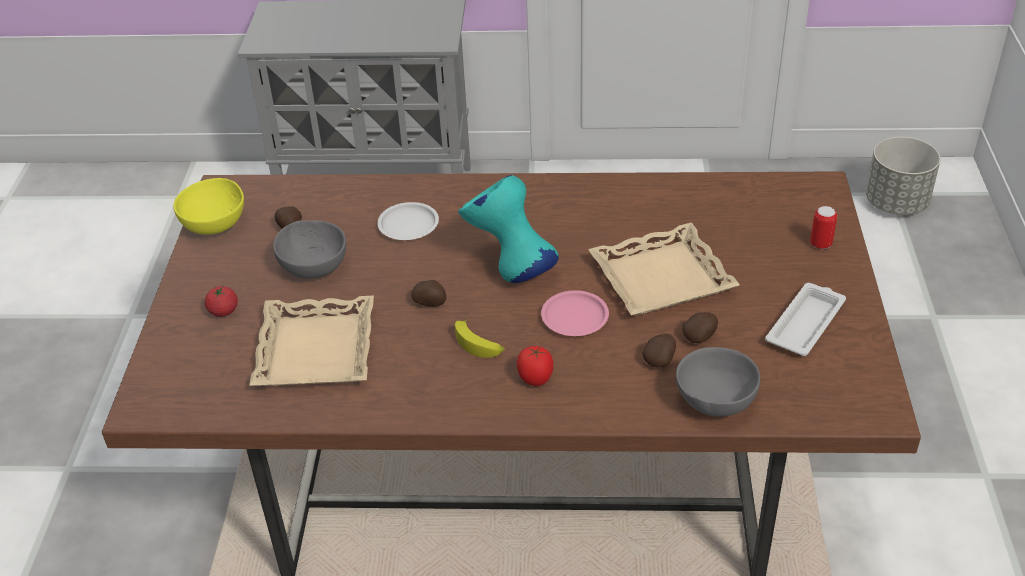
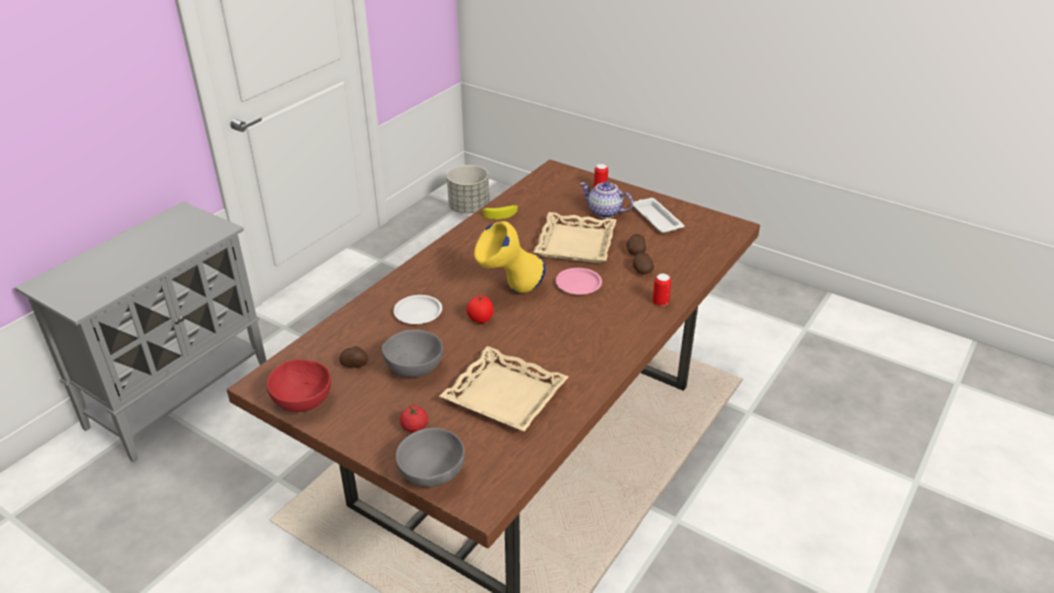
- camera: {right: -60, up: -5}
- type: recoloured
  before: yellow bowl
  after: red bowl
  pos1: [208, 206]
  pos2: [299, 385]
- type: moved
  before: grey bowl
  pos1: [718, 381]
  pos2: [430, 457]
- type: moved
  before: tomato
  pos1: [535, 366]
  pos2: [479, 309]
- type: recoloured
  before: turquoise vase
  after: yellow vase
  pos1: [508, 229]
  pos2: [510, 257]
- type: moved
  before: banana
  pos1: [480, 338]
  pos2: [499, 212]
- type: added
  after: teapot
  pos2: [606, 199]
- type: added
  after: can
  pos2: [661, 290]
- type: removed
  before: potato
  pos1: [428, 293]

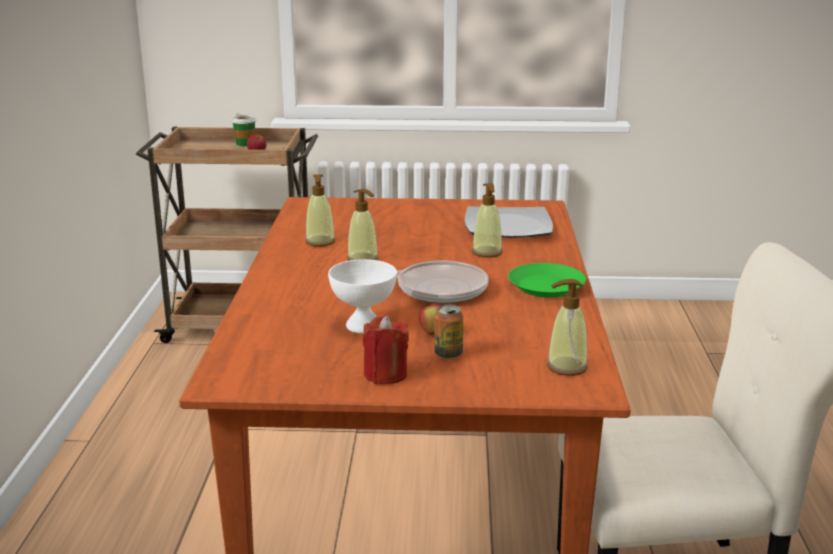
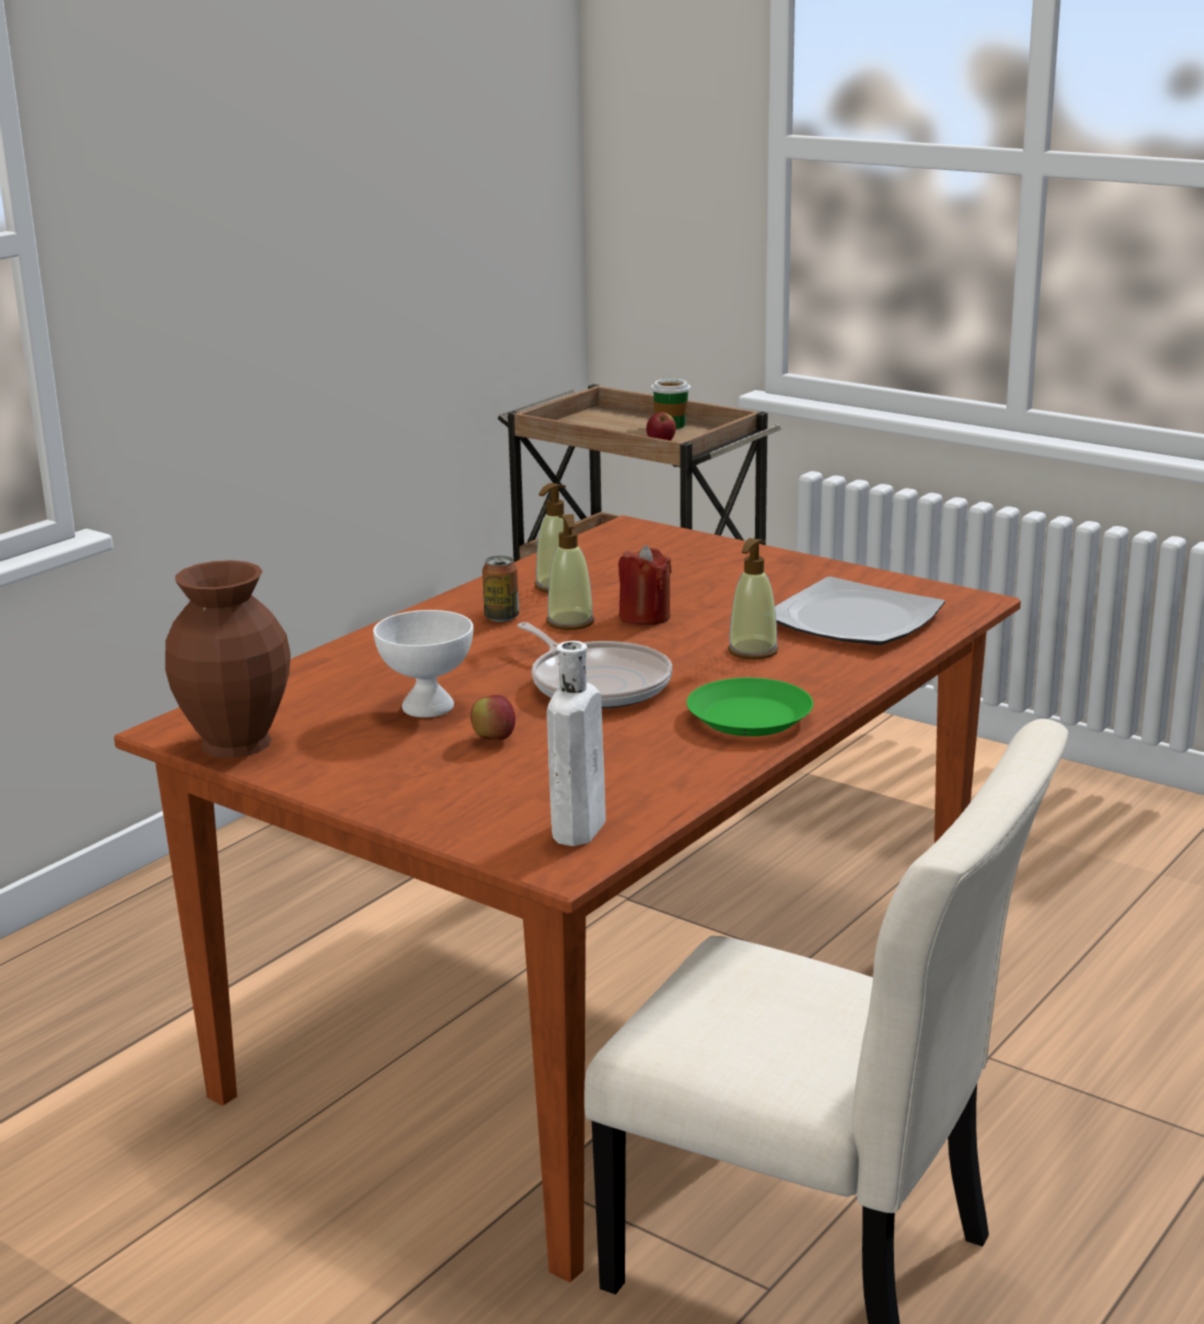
- camera: {right: 35, up: 0}
- type: added
  after: brown vase
  pos2: [228, 659]
- type: moved
  before: can
  pos1: [448, 332]
  pos2: [500, 589]
- type: replaced
  before: soap dispenser
  after: white bottle
  pos1: [567, 327]
  pos2: [576, 743]
- type: moved
  before: red candle
  pos1: [386, 350]
  pos2: [644, 585]

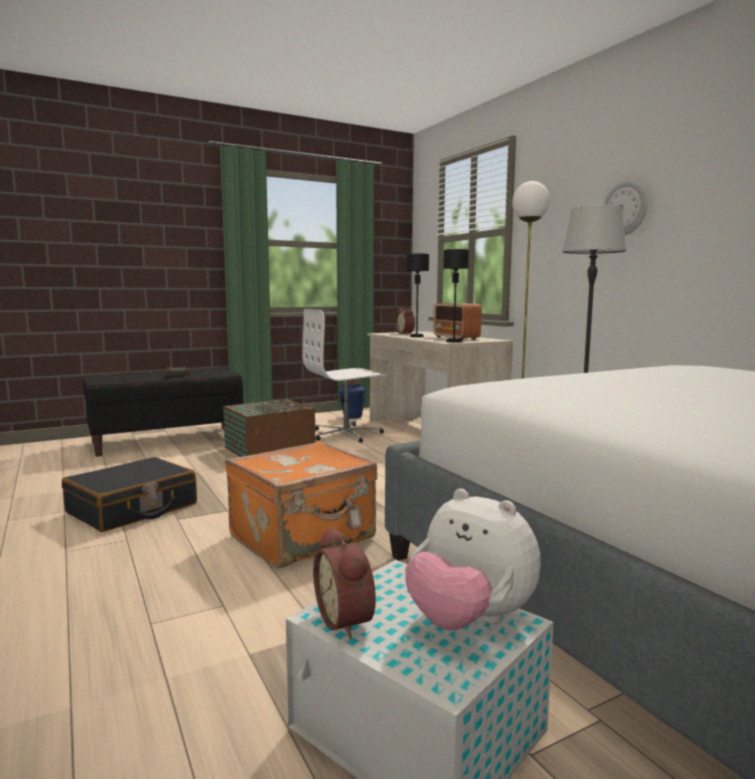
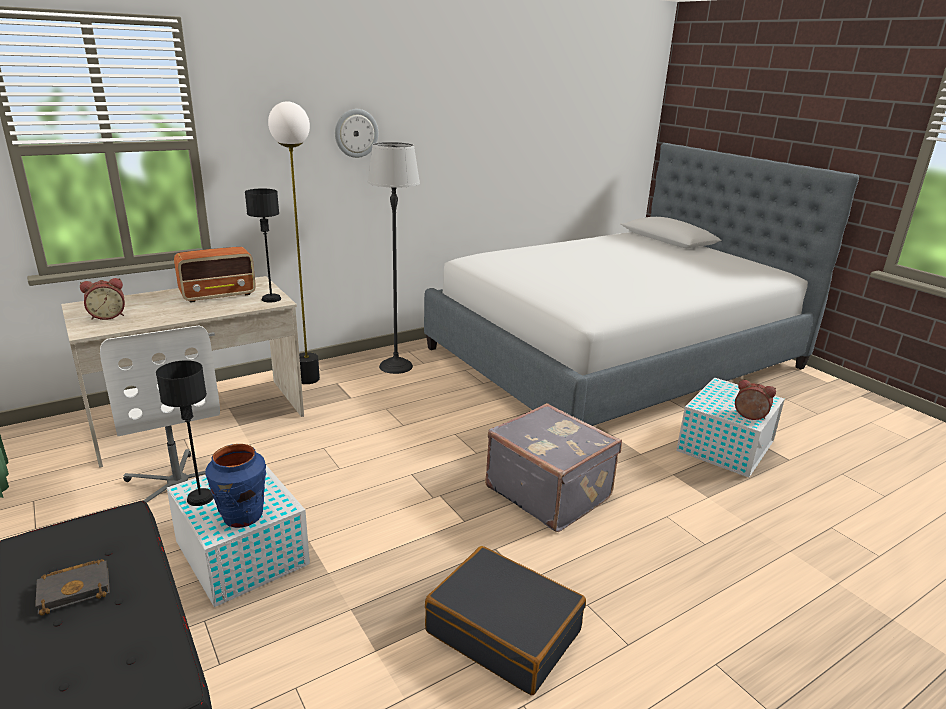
- camera: {right: -95, up: 15}
- type: moved
  before: black table lamp
  pos1: [418, 295]
  pos2: [185, 433]
- type: recoloured
  before: brown storage box
  after: white storage box
  pos1: [269, 428]
  pos2: [238, 536]
- type: moved
  before: blue vase
  pos1: [352, 400]
  pos2: [235, 486]
- type: recoloured
  before: orange suitcase
  after: grey suitcase
  pos1: [301, 504]
  pos2: [553, 467]
- type: turned
  before: alarm clock
  pos1: [344, 583]
  pos2: [755, 399]
  turn: -120
- type: removed
  before: plush toy
  pos1: [473, 559]

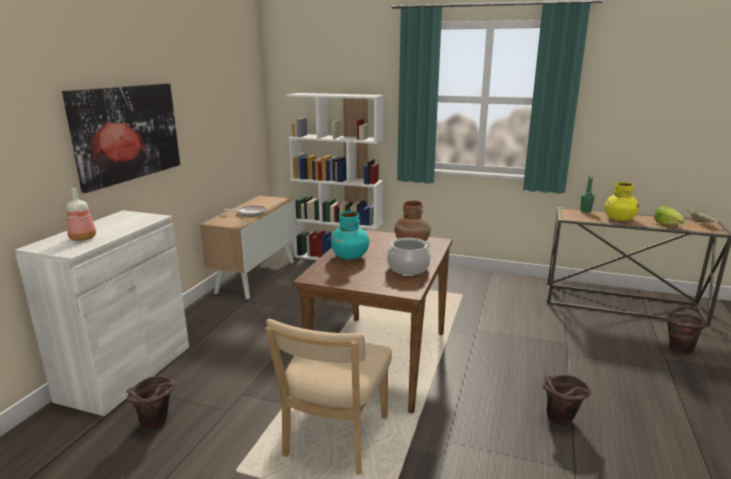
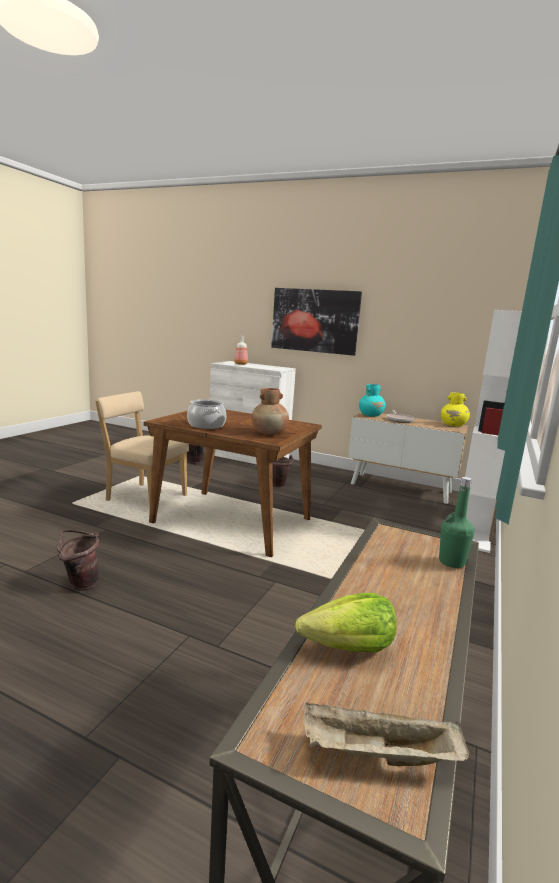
- camera: {right: 95, up: -5}
- type: moved
  before: brown bucket
  pos1: [686, 331]
  pos2: [283, 471]
- type: moved
  before: turquoise vase
  pos1: [350, 235]
  pos2: [372, 400]
- type: moved
  before: yellow vase
  pos1: [622, 201]
  pos2: [455, 410]

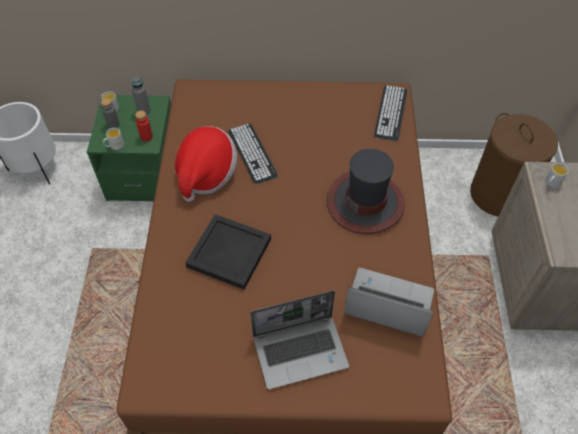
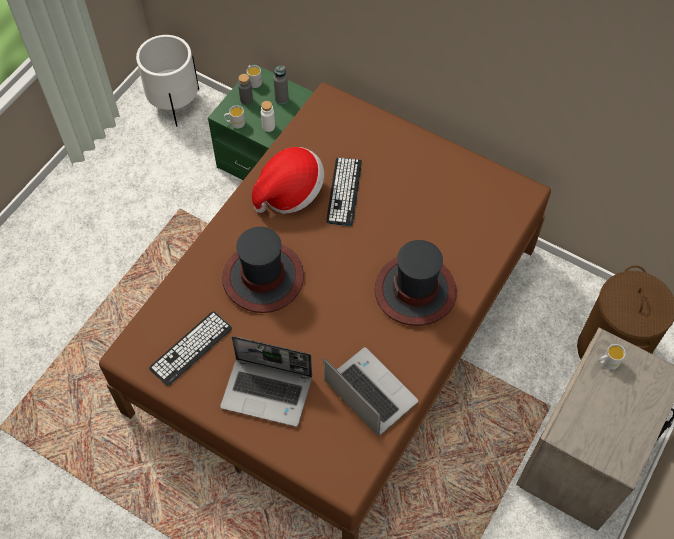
- camera: {right: 30, up: 5}
- type: moved
  before: keyboard
  pos1: [390, 113]
  pos2: [190, 348]
- type: replaced
  before: black tray
  after: hat
  pos1: [228, 252]
  pos2: [263, 270]
- type: recoloured
  before: red bottle
  after: white bottle
  pos1: [144, 126]
  pos2: [268, 116]

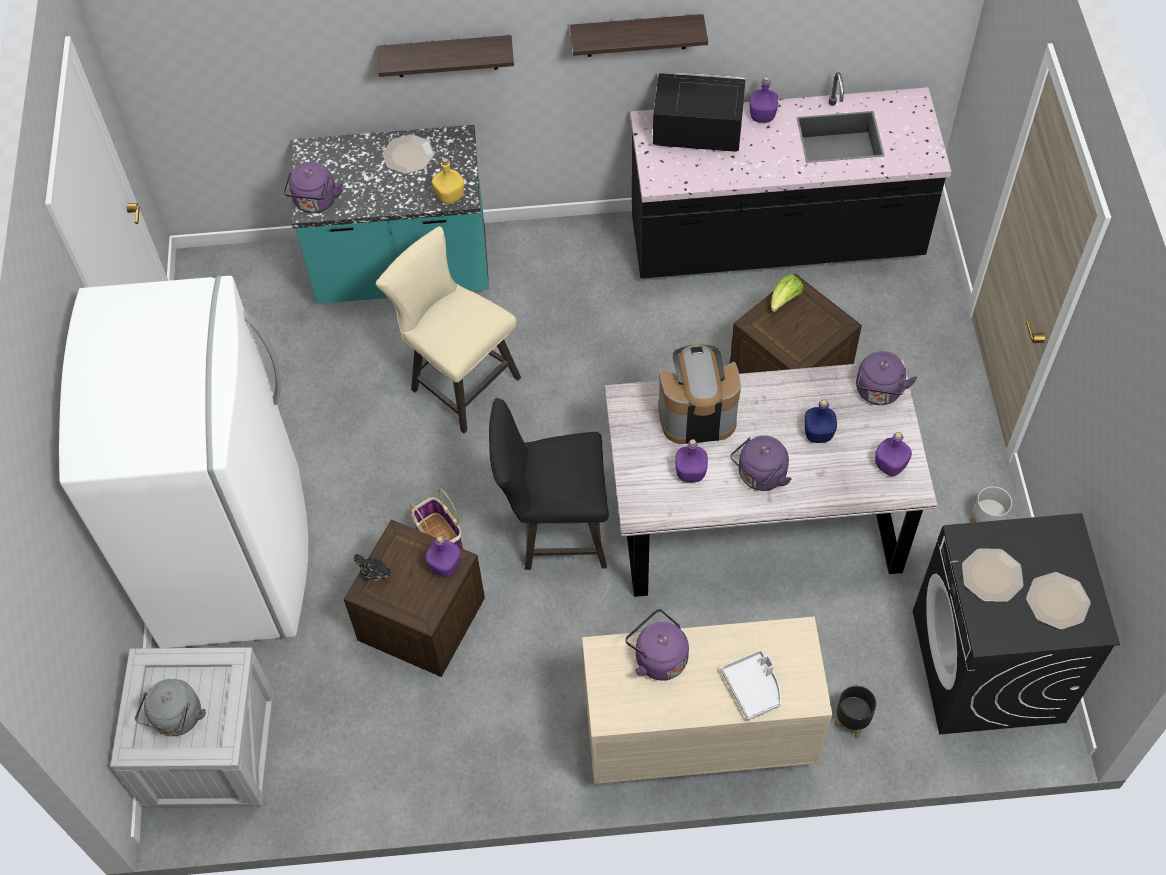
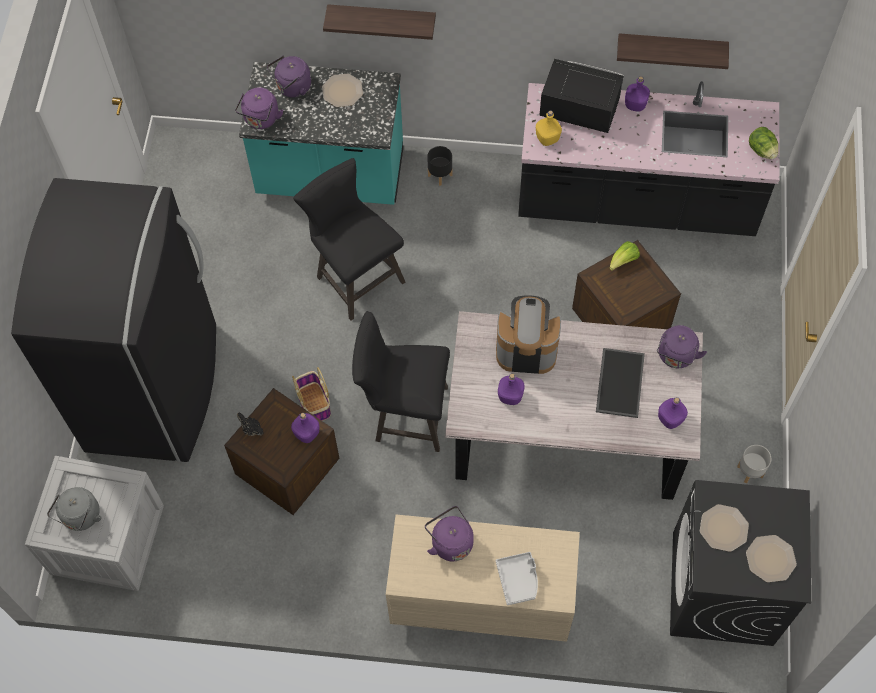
- camera: {right: 10, up: 5}
- type: recoloured
  before: white fridge
  after: black fridge
  pos1: [183, 462]
  pos2: [113, 320]
- type: moved
  before: purple kettle
  pos1: [761, 463]
  pos2: [289, 76]
- type: recoloured
  before: beige stool
  after: black stool
  pos1: [448, 329]
  pos2: [349, 239]
- type: moved
  before: black planter
  pos1: [855, 712]
  pos2: [439, 166]
- type: moved
  before: yellow bottle
  pos1: [448, 181]
  pos2: [549, 128]
- type: replaced
  before: blue bottle
  after: tray
  pos1: [820, 421]
  pos2: [620, 383]
- type: moved
  before: shelf
  pos1: [639, 35]
  pos2: [673, 51]
- type: added
  after: lettuce
  pos2: [763, 143]

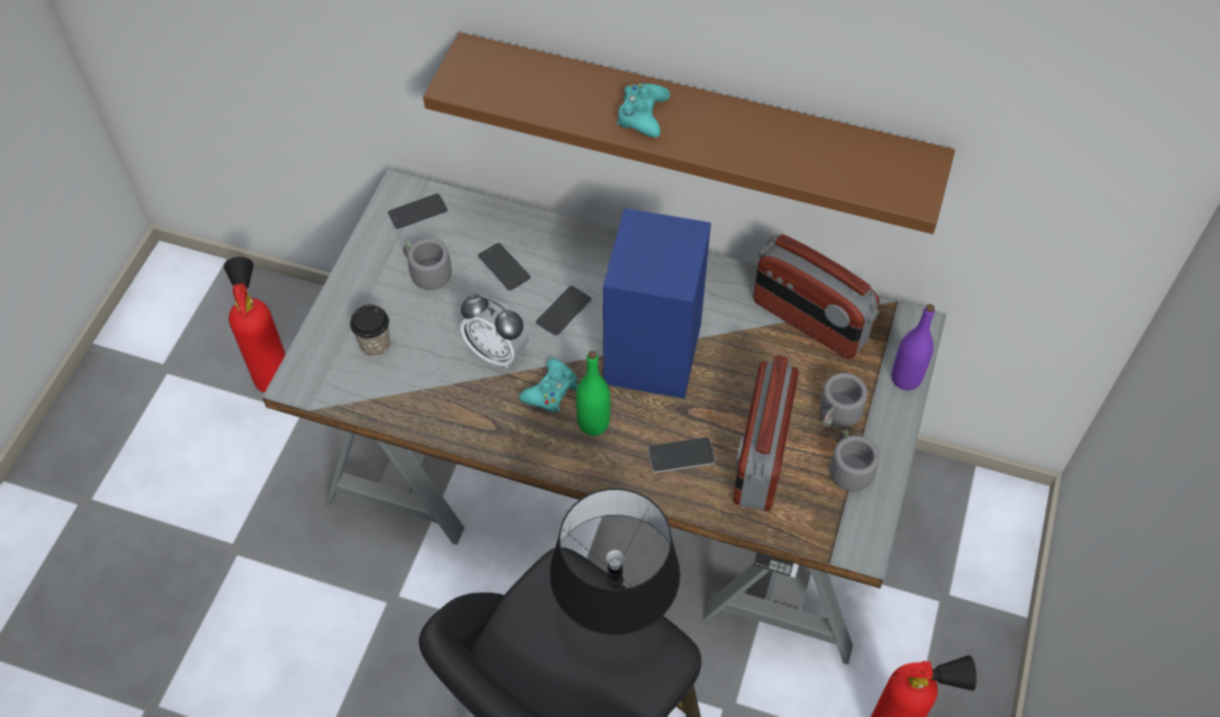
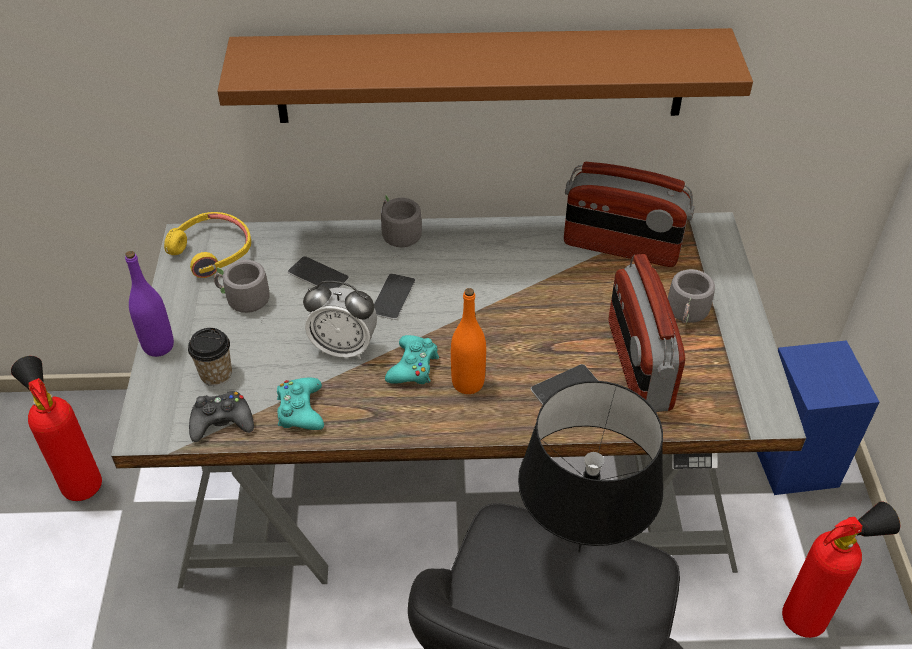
- camera: {right: -20, up: -10}
- type: moved
  before: purple bottle
  pos1: [913, 347]
  pos2: [149, 304]
- type: replaced
  before: phone
  after: yellow headphones
  pos1: [417, 212]
  pos2: [207, 245]
- type: added
  after: black game controller
  pos2: [221, 416]
- type: moved
  before: turquoise game controller
  pos1: [643, 110]
  pos2: [300, 404]
- type: moved
  before: grey mug
  pos1: [854, 465]
  pos2: [401, 226]
- type: recoloured
  before: green bottle
  after: orange bottle
  pos1: [593, 393]
  pos2: [468, 341]
- type: moved
  before: blue speaker
  pos1: [657, 303]
  pos2: [818, 417]

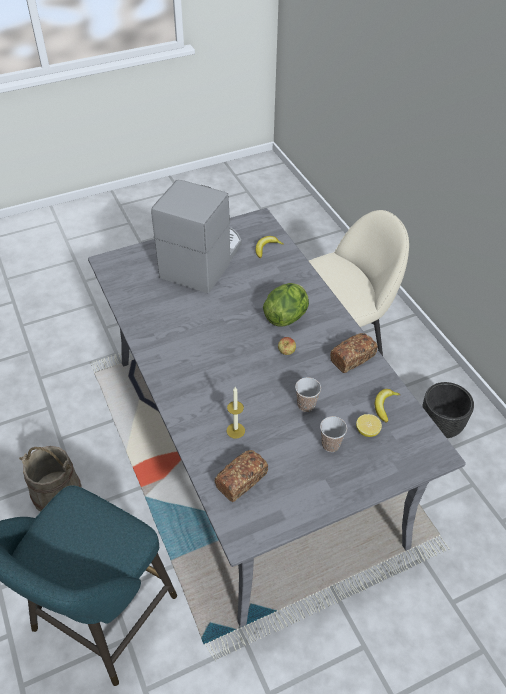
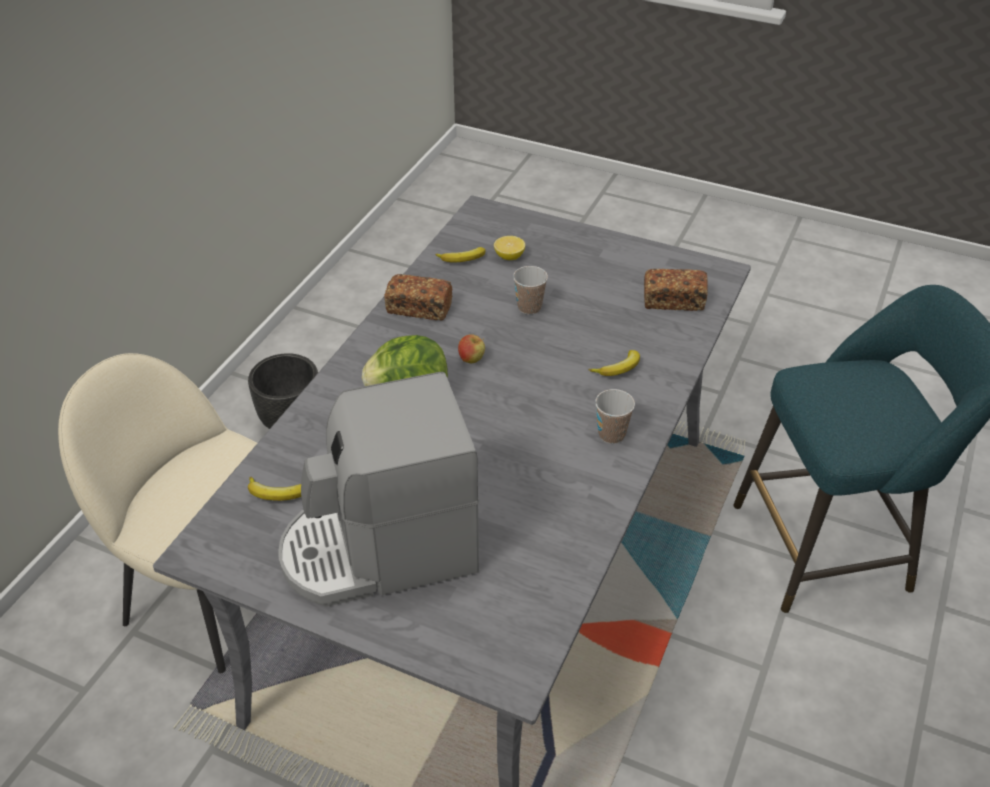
- camera: {right: -130, up: -5}
- type: added
  after: banana
  pos2: [614, 363]
- type: moved
  before: cup
  pos1: [333, 434]
  pos2: [615, 416]
- type: removed
  before: beige bucket
  pos1: [50, 479]
- type: removed
  before: candle
  pos1: [235, 413]

